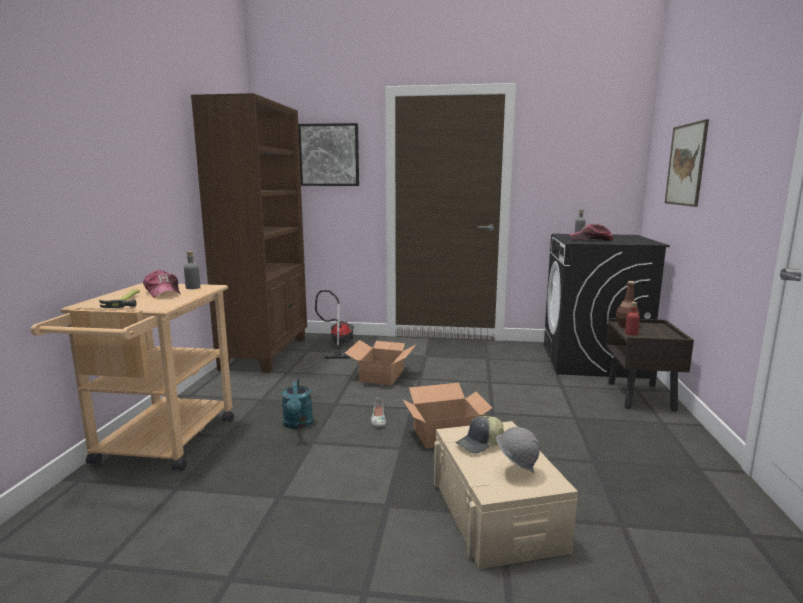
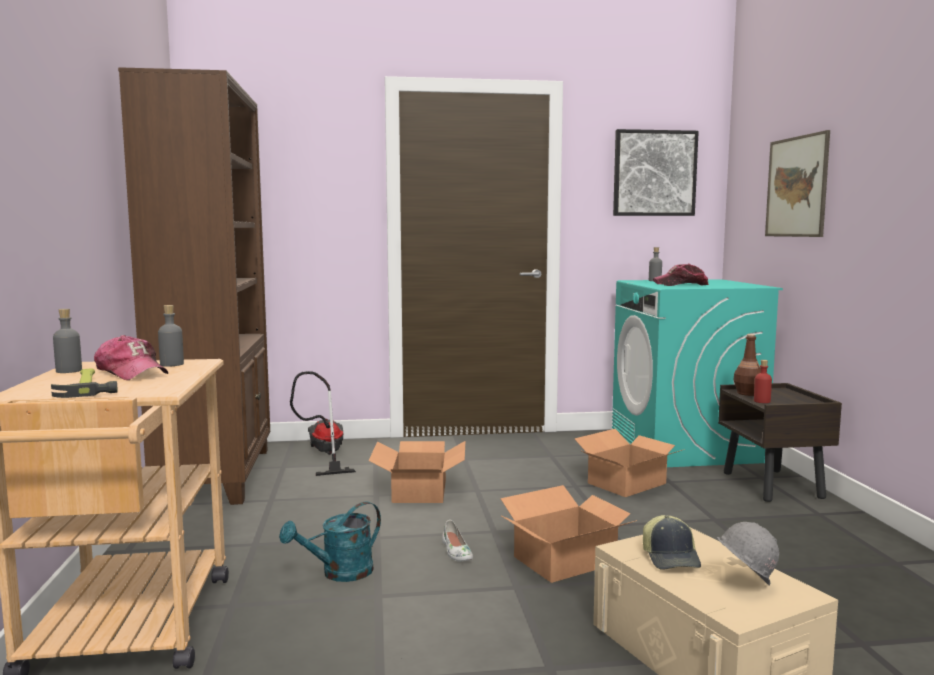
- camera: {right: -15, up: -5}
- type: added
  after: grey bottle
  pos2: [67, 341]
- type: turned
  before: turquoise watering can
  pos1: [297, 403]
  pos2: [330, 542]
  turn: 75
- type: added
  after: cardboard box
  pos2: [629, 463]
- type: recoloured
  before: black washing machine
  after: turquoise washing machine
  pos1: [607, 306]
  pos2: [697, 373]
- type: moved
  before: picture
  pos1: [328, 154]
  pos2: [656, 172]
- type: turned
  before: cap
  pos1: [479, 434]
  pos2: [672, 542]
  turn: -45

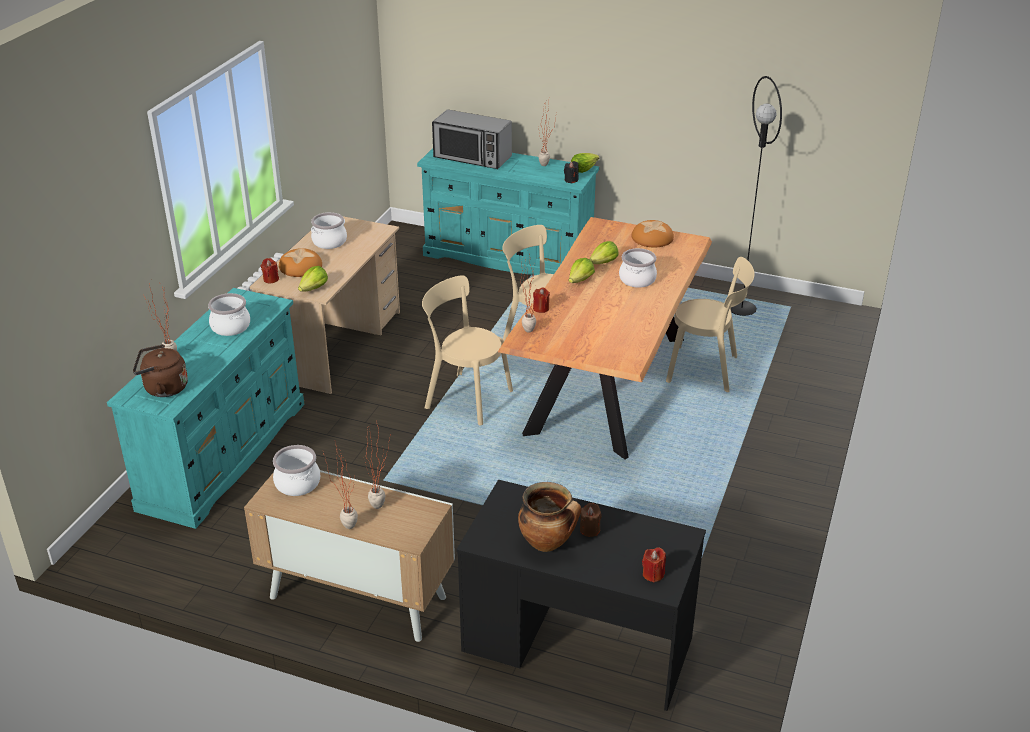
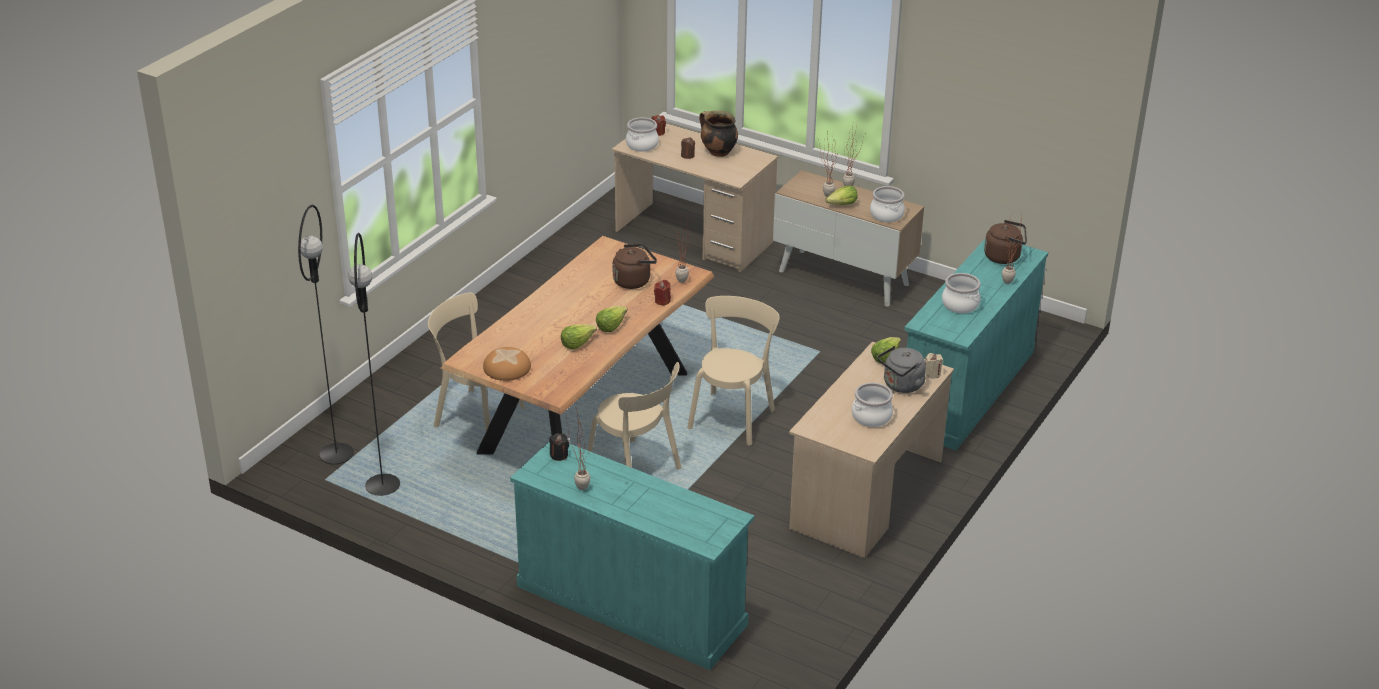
- camera: {right: -170, up: 0}
- type: added
  after: black floor lamp
  pos2: [326, 334]
- type: recoloured
  before: black desk
  after: beige desk
  pos1: [581, 595]
  pos2: [695, 197]
- type: added
  after: brown kettle
  pos2: [635, 266]
- type: moved
  before: cooking pot
  pos1: [638, 268]
  pos2: [642, 134]
- type: turned
  before: beige chair
  pos1: [467, 350]
  pos2: [733, 371]
  turn: -105
- type: moved
  before: lettuce
  pos1: [585, 163]
  pos2: [842, 195]
- type: replaced
  before: bread
  after: grey kettle
  pos1: [300, 262]
  pos2: [902, 369]
- type: recoloured
  before: red candle
  after: beige candle
  pos1: [270, 270]
  pos2: [934, 366]
- type: removed
  before: microwave
  pos1: [472, 139]

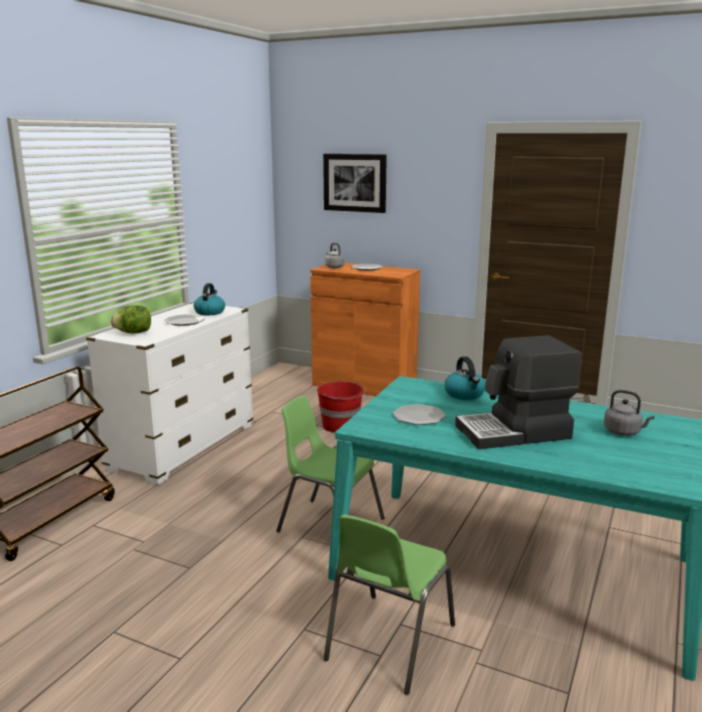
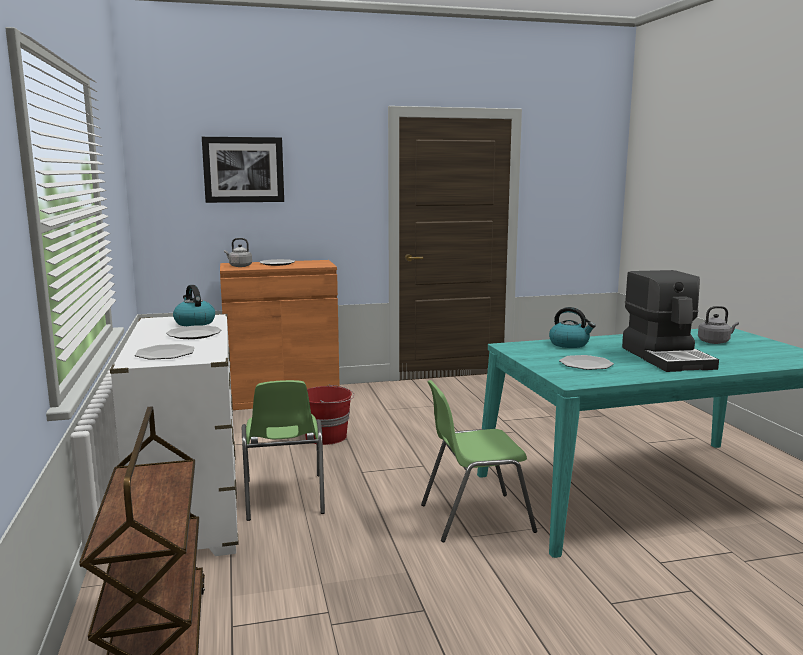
- camera: {right: -40, up: -5}
- type: replaced
  before: lettuce
  after: plate
  pos1: [131, 319]
  pos2: [165, 352]
- type: moved
  before: green chair
  pos1: [389, 604]
  pos2: [283, 450]
- type: turned
  before: coffee machine
  pos1: [518, 392]
  pos2: [670, 321]
  turn: -45

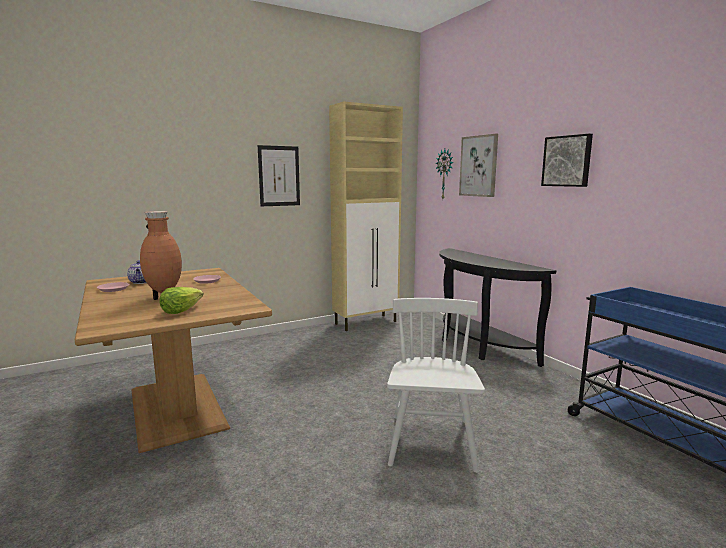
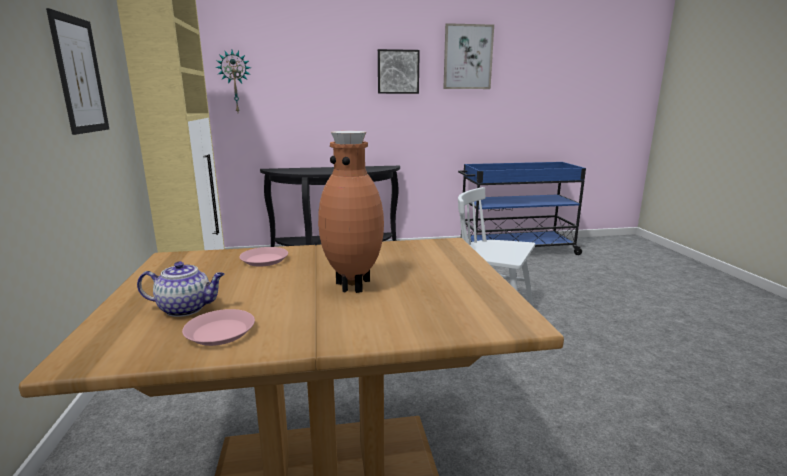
- camera: {right: -70, up: 5}
- type: moved
  before: picture
  pos1: [478, 165]
  pos2: [468, 56]
- type: removed
  before: lettuce
  pos1: [182, 300]

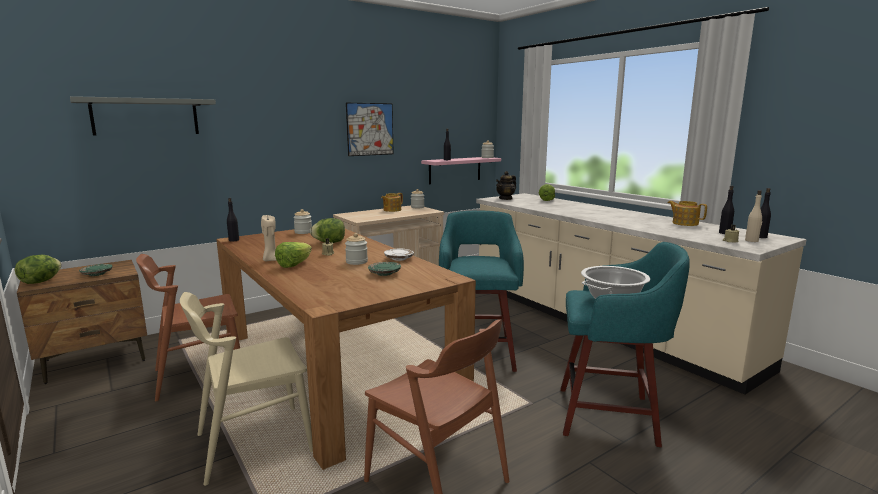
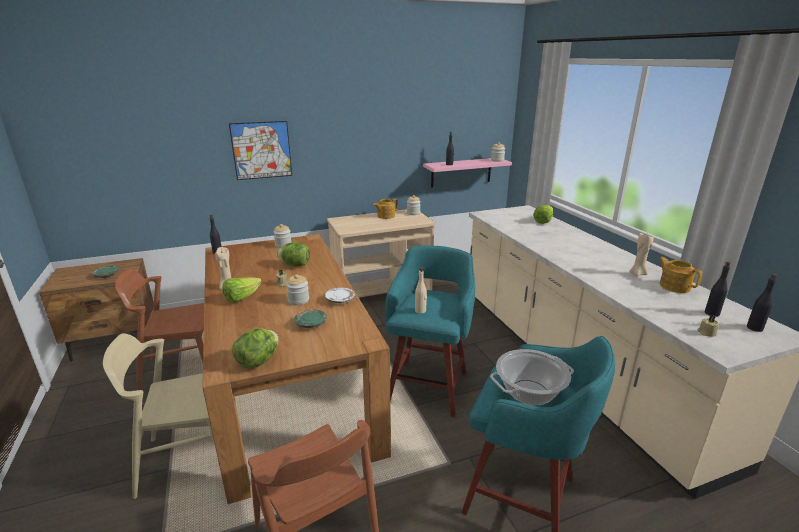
- camera: {right: 15, up: 10}
- type: moved
  before: picture
  pos1: [370, 129]
  pos2: [260, 150]
- type: moved
  before: lettuce
  pos1: [38, 269]
  pos2: [255, 348]
- type: moved
  before: beige bottle
  pos1: [753, 216]
  pos2: [421, 290]
- type: added
  after: beige candle
  pos2: [641, 254]
- type: removed
  before: grey shelf
  pos1: [143, 115]
- type: removed
  before: teapot
  pos1: [506, 185]

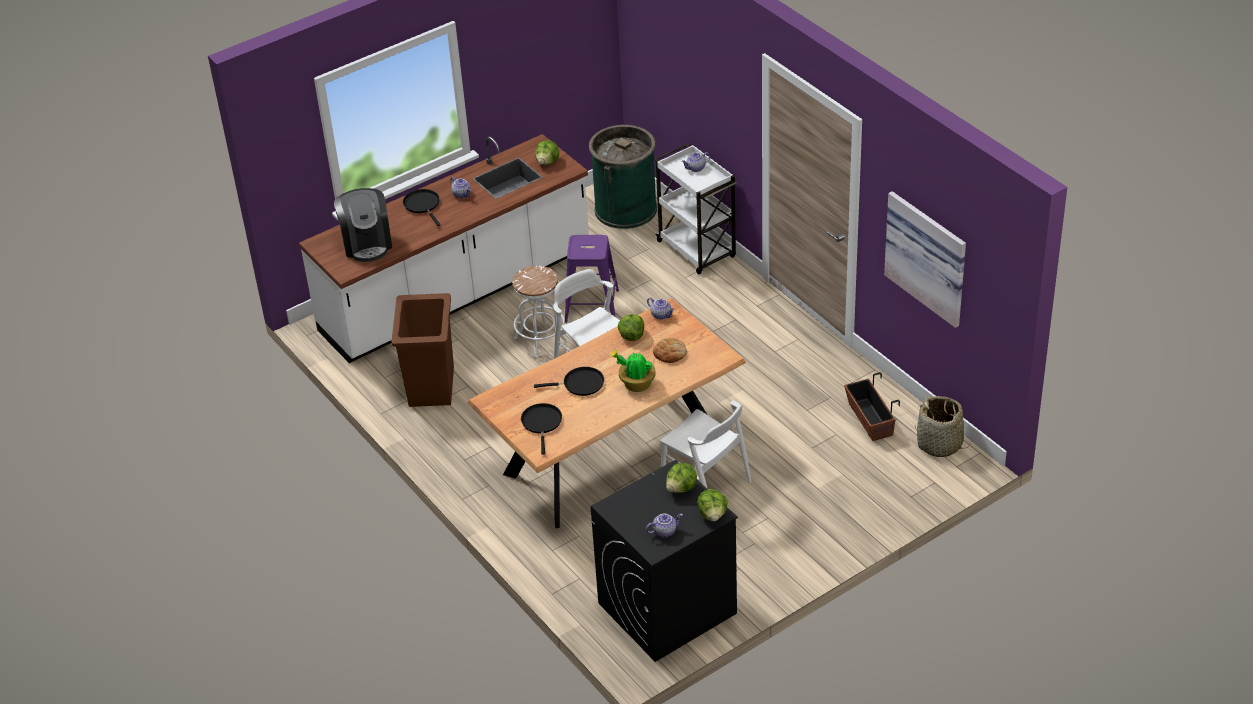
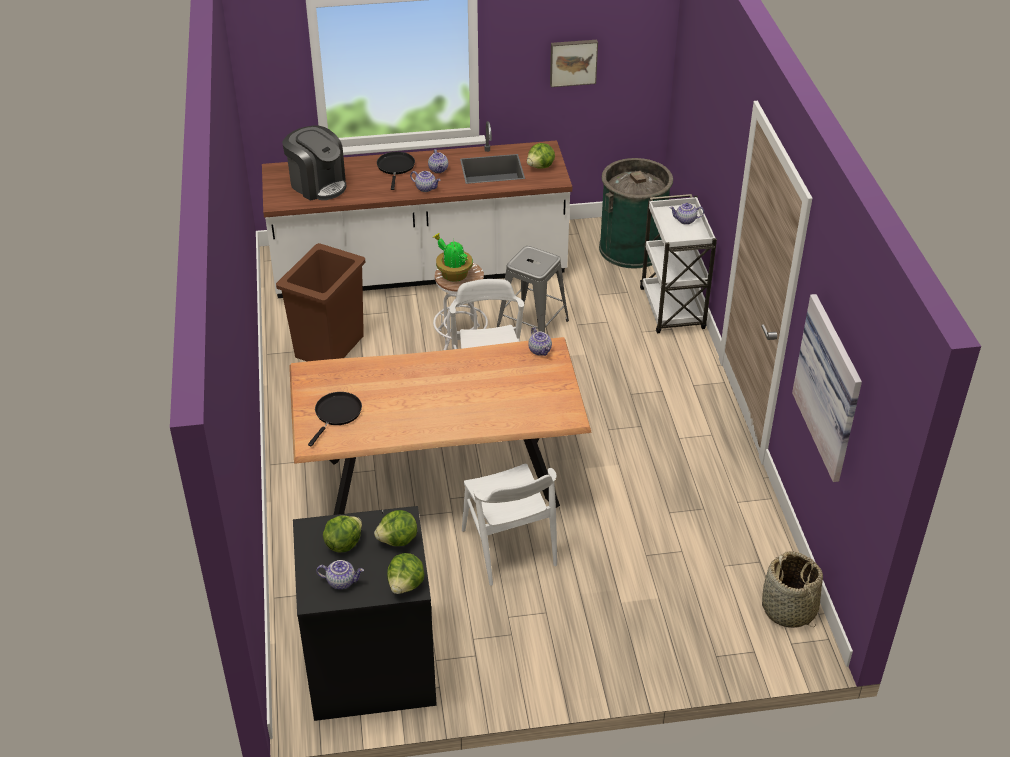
- camera: {right: 25, up: 0}
- type: turned
  before: coffee machine
  pos1: [363, 225]
  pos2: [314, 163]
  turn: -60
- type: moved
  before: lettuce
  pos1: [631, 327]
  pos2: [342, 534]
- type: added
  after: teapot
  pos2: [425, 181]
- type: moved
  before: potted plant
  pos1: [632, 371]
  pos2: [453, 257]
- type: recoloured
  before: purple stool
  after: grey stool
  pos1: [592, 279]
  pos2: [533, 289]
- type: added
  after: picture
  pos2: [574, 63]
- type: removed
  before: black frying pan
  pos1: [569, 381]
- type: removed
  before: bread
  pos1: [670, 350]
- type: removed
  before: planter
  pos1: [872, 406]

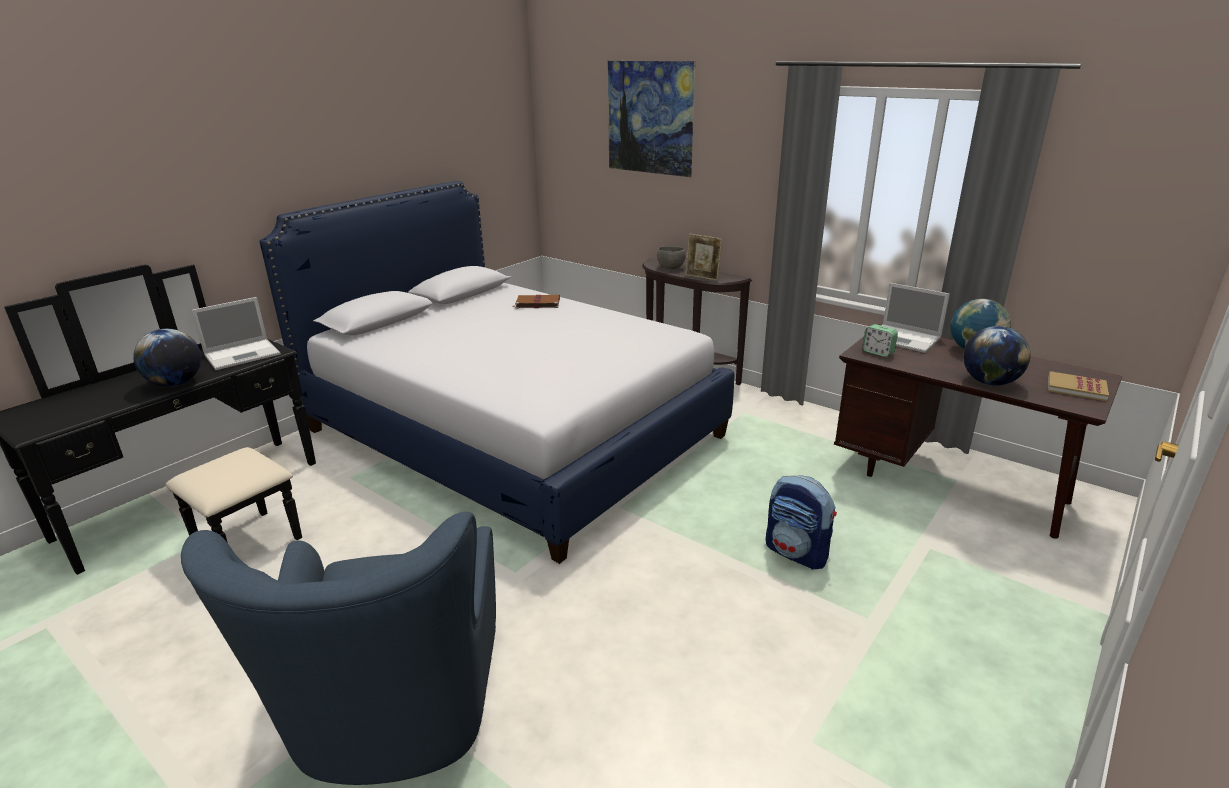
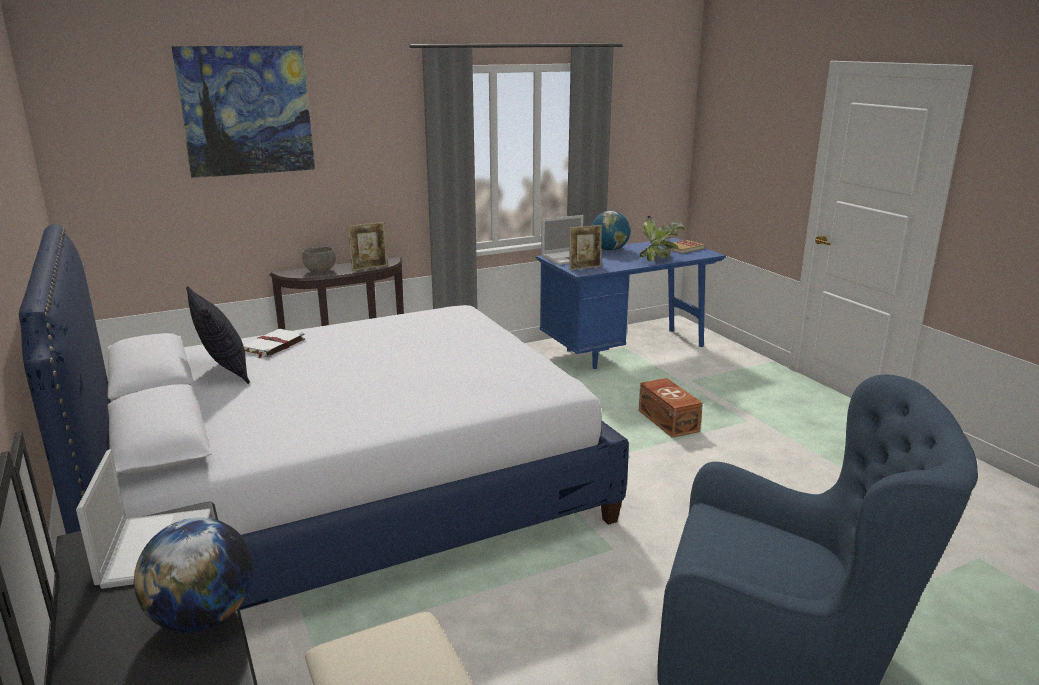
- camera: {right: -65, up: -5}
- type: added
  after: pillow
  pos2: [218, 335]
- type: recoloured
  before: brown book
  after: white book
  pos1: [536, 301]
  pos2: [274, 343]
- type: recoloured
  before: brown desk
  after: blue desk
  pos1: [978, 431]
  pos2: [631, 303]
- type: replaced
  before: alarm clock
  after: picture frame
  pos1: [880, 340]
  pos2: [585, 247]
- type: replaced
  before: globe
  after: potted plant
  pos1: [997, 356]
  pos2: [662, 238]
- type: replaced
  before: backpack
  after: brown storage box
  pos1: [801, 522]
  pos2: [671, 408]

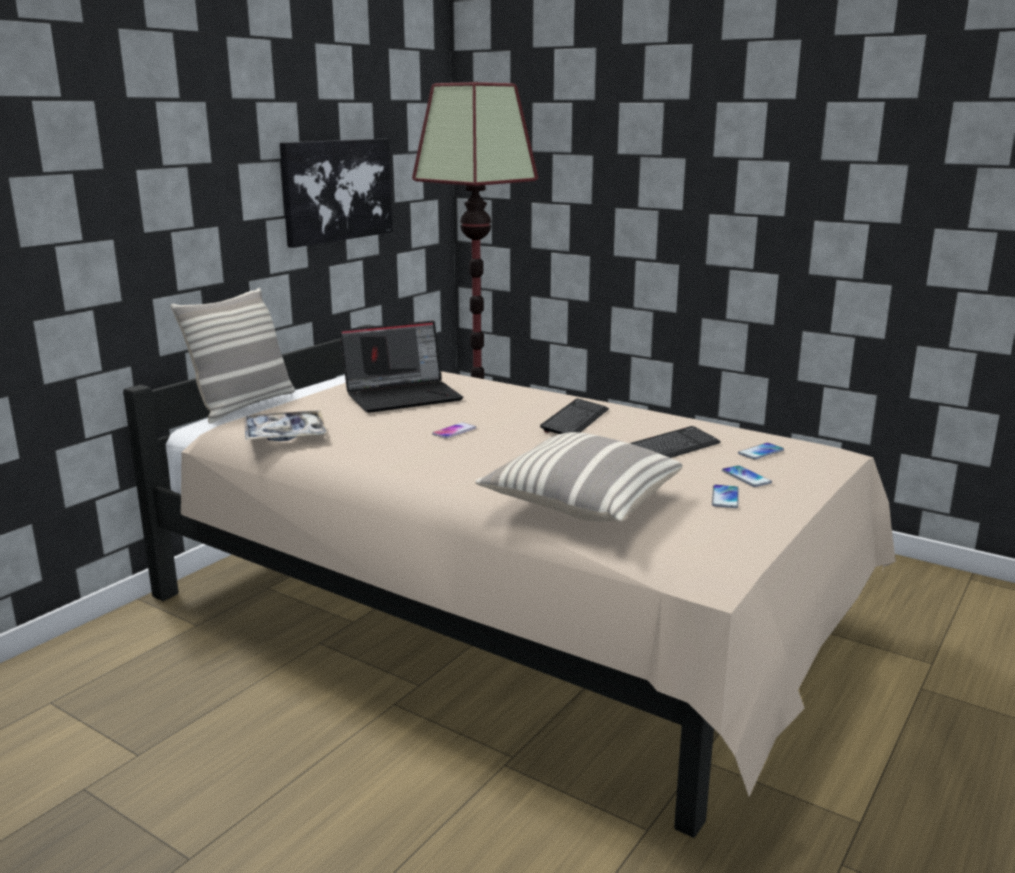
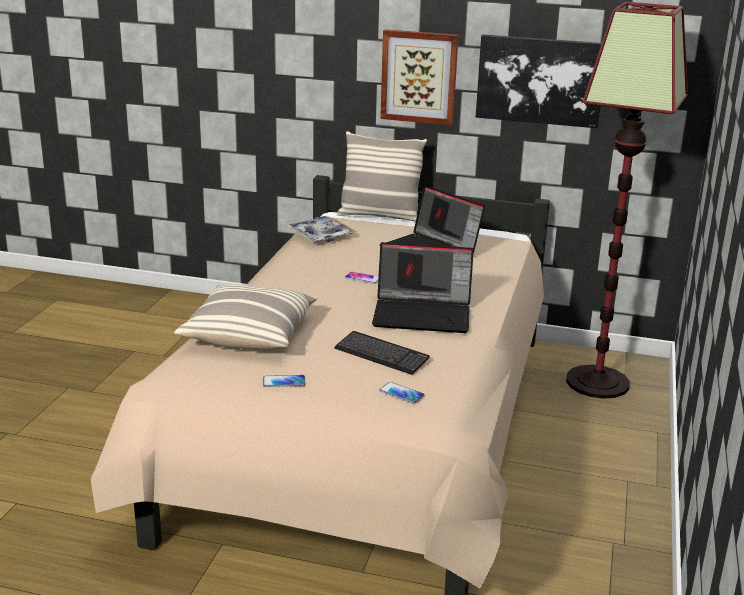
- camera: {right: 70, up: 5}
- type: replaced
  before: keyboard
  after: laptop
  pos1: [574, 416]
  pos2: [423, 287]
- type: added
  after: picture
  pos2: [419, 77]
- type: removed
  before: phone
  pos1: [747, 476]

